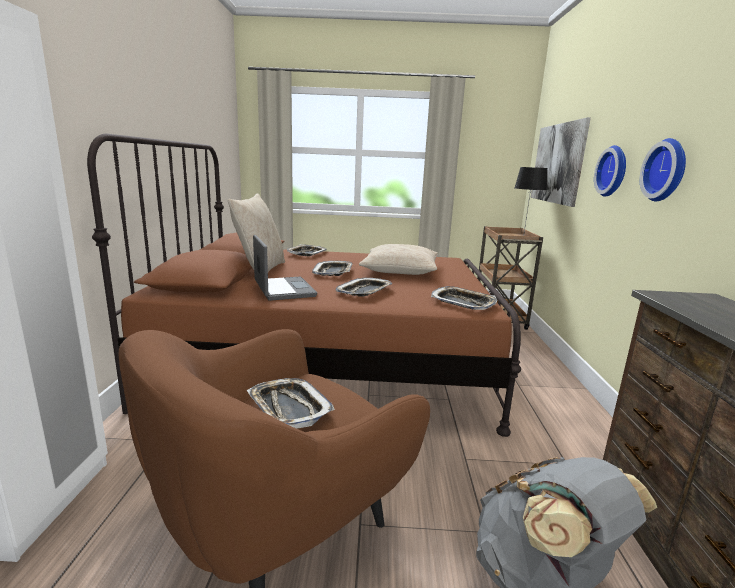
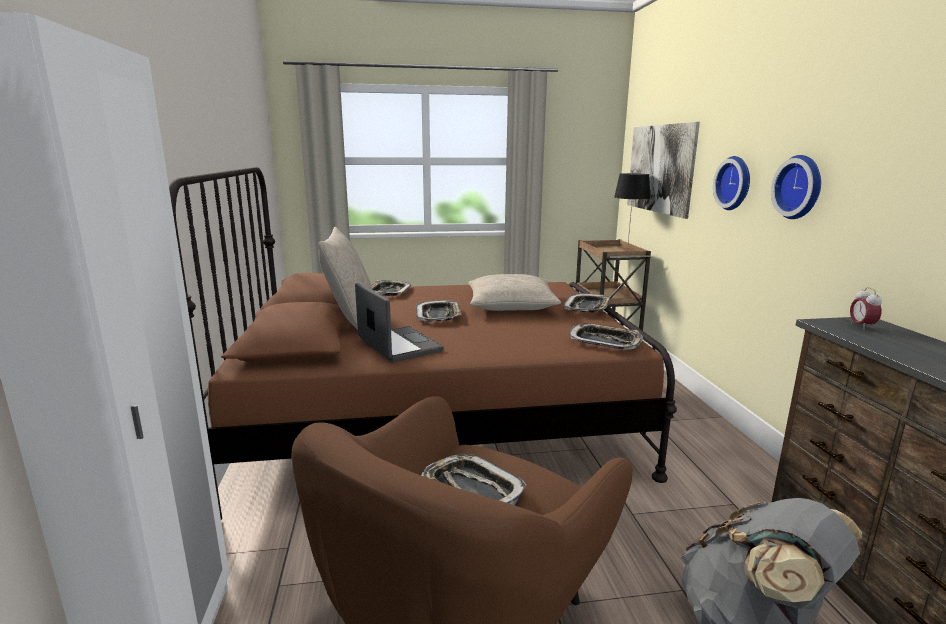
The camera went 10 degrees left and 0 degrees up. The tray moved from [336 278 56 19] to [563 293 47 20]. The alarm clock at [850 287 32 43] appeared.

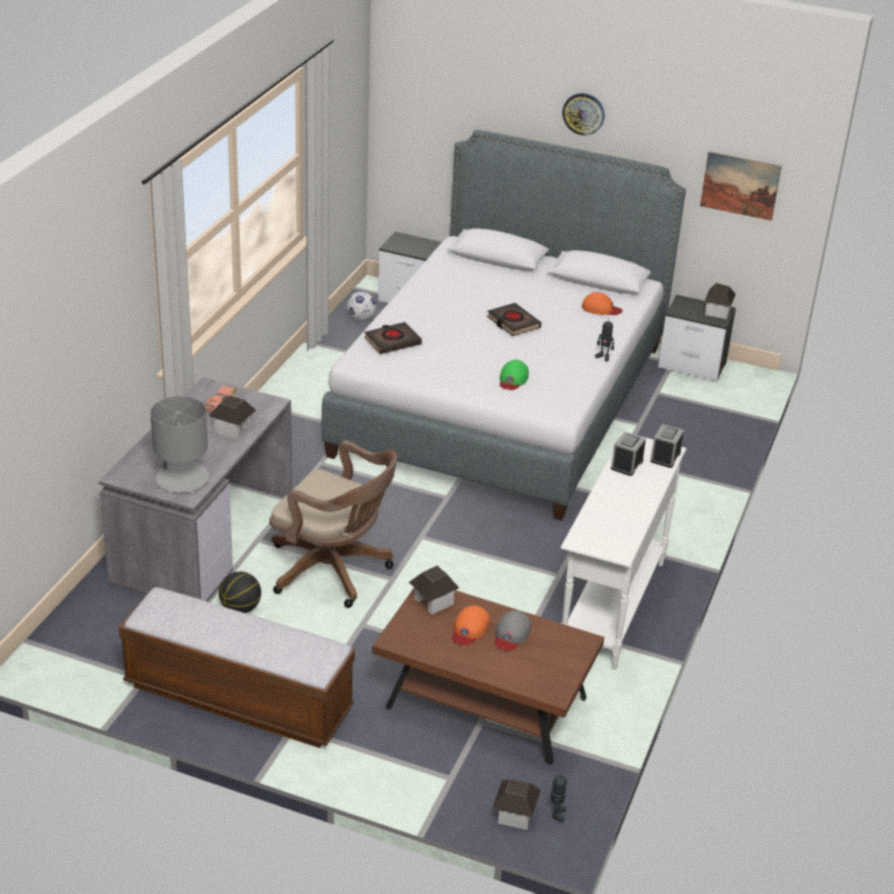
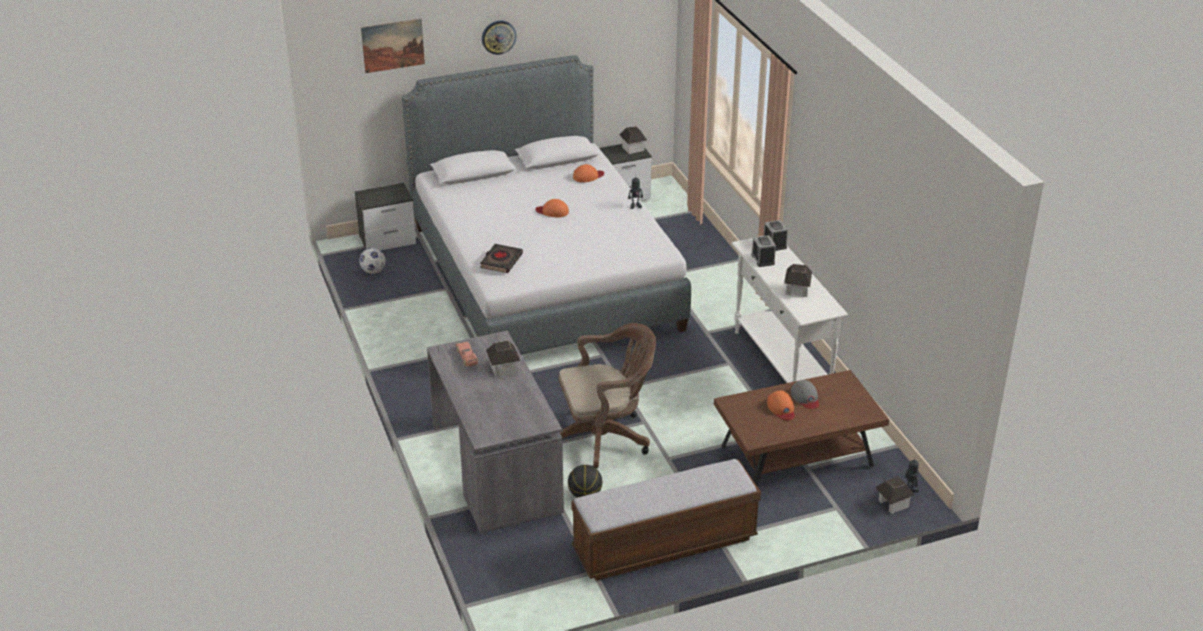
The camera went 40 degrees left and 0 degrees up. The picture moved from [700 152 82 69] to [361 19 64 54]. The black book at [487 303 55 33] was replaced by the orange cap at [535 199 34 18]. The toy house moved from [409 566 50 48] to [784 264 28 33]. The grey table lamp at [150 396 60 98] disappeared. The green cap at [500 360 29 30] disappeared.

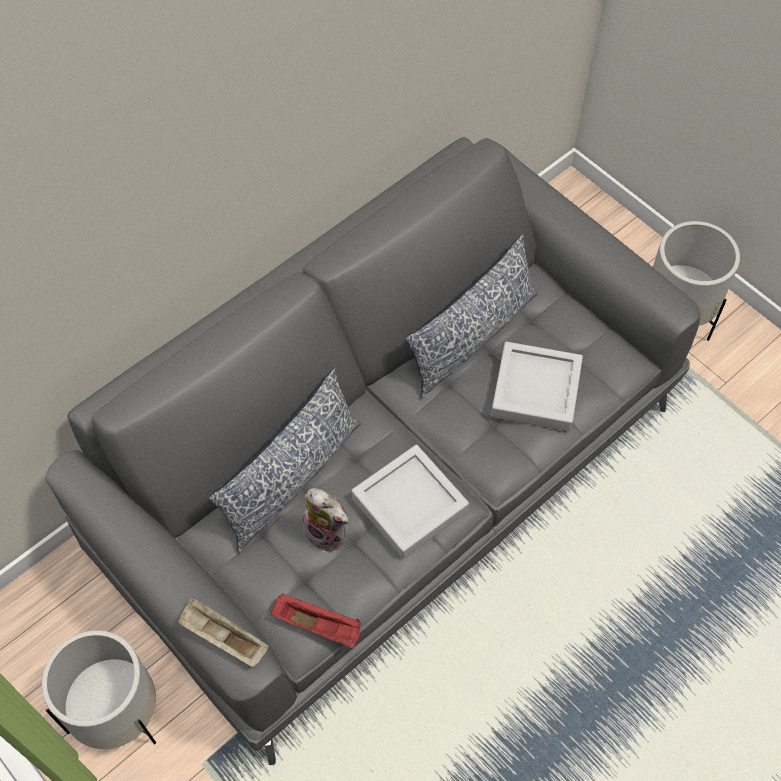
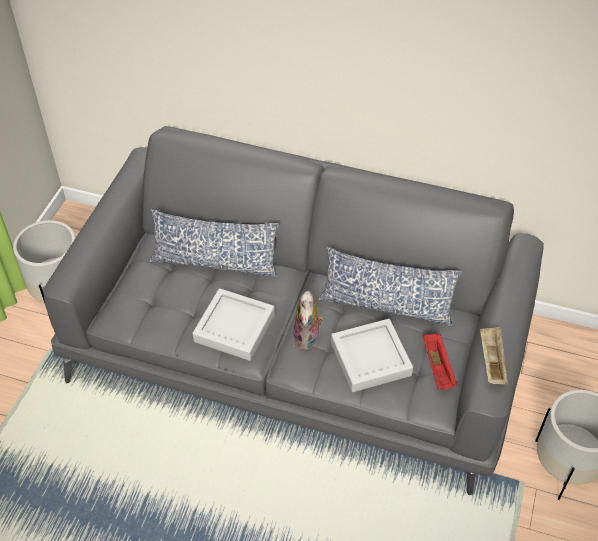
The camera went 60 degrees right and 10 degrees down. The plush toy moved from [303 488 46 65] to [293 291 31 59]. The red tray moved from [271 594 90 54] to [423 333 34 57]. The beige tray moved from [178 597 91 70] to [480 327 28 58].

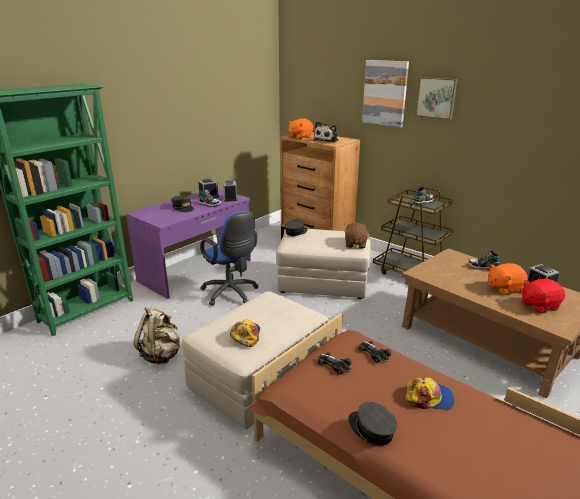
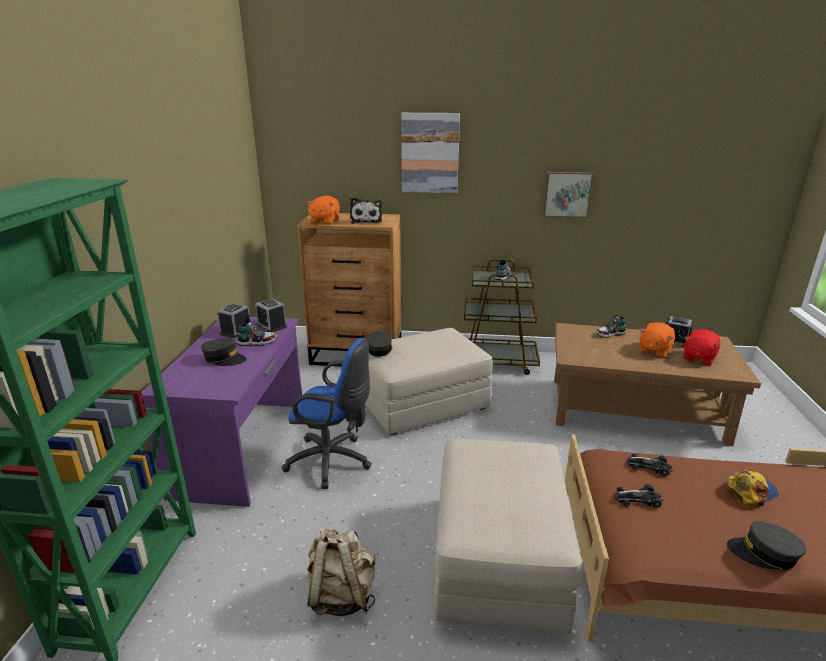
The camera went 35 degrees left and 0 degrees up. The picture moved from [415 77 43 43] to [543 172 51 46]. The cap at [230 320 30 27] disappeared. The brown plush toy at [344 223 25 25] disappeared.

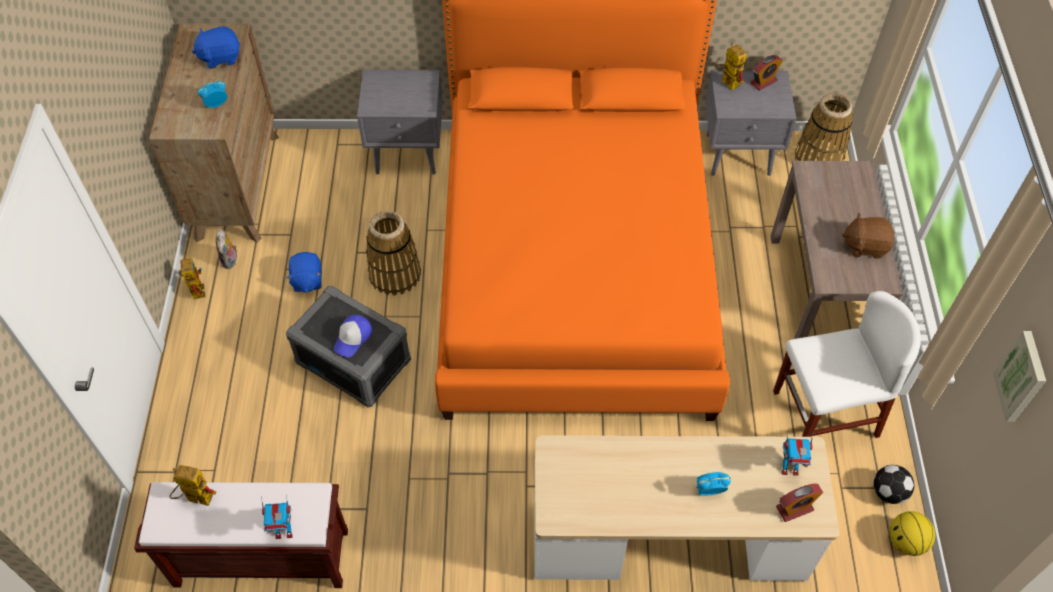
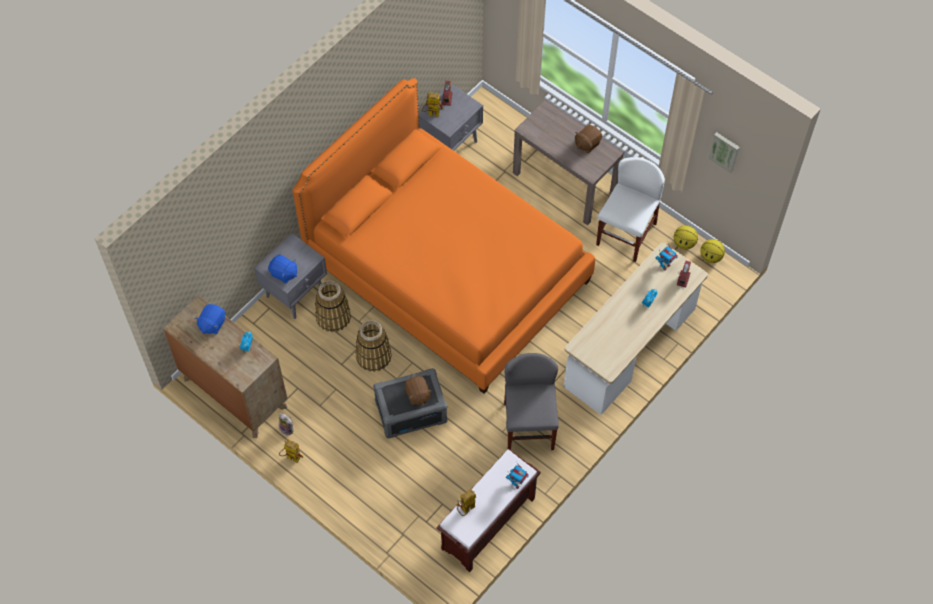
The camera went 50 degrees left and 5 degrees up. The blue plush toy moved from [286 252 36 41] to [268 255 29 28]. The basket moved from [795 93 58 68] to [315 280 36 52]. The cap at [333 315 39 42] was replaced by the brown plush toy at [405 376 27 29]. The grey chair at [504 353 55 97] appeared. The football at [873 465 41 39] was replaced by the basketball at [674 225 24 24].

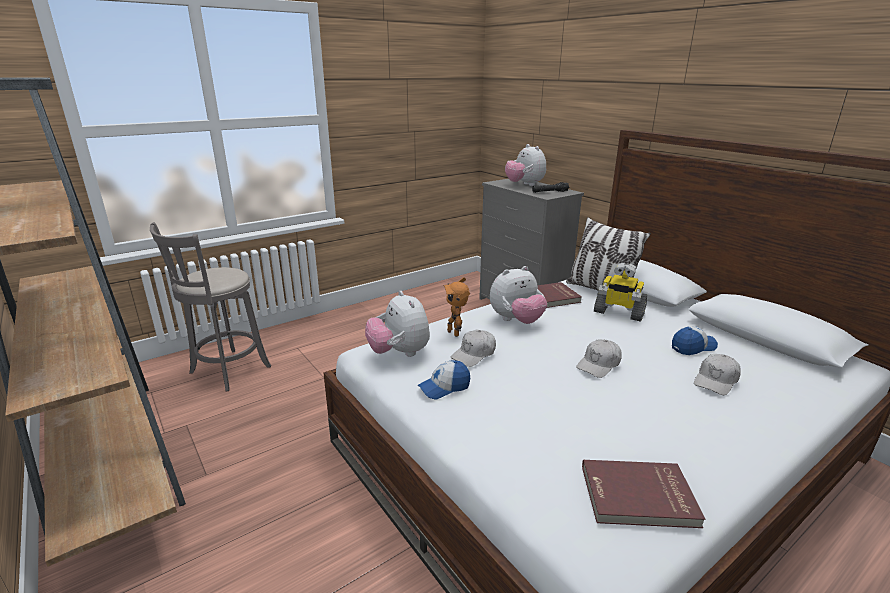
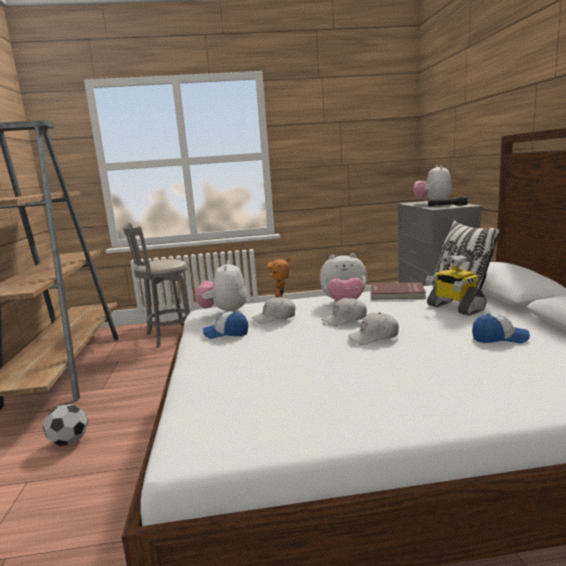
The camera went 30 degrees right and 10 degrees down. The football at [43 404 45 42] appeared. The white cap moved from [694 354 47 41] to [322 297 45 29]. The red book at [582 460 124 68] disappeared.

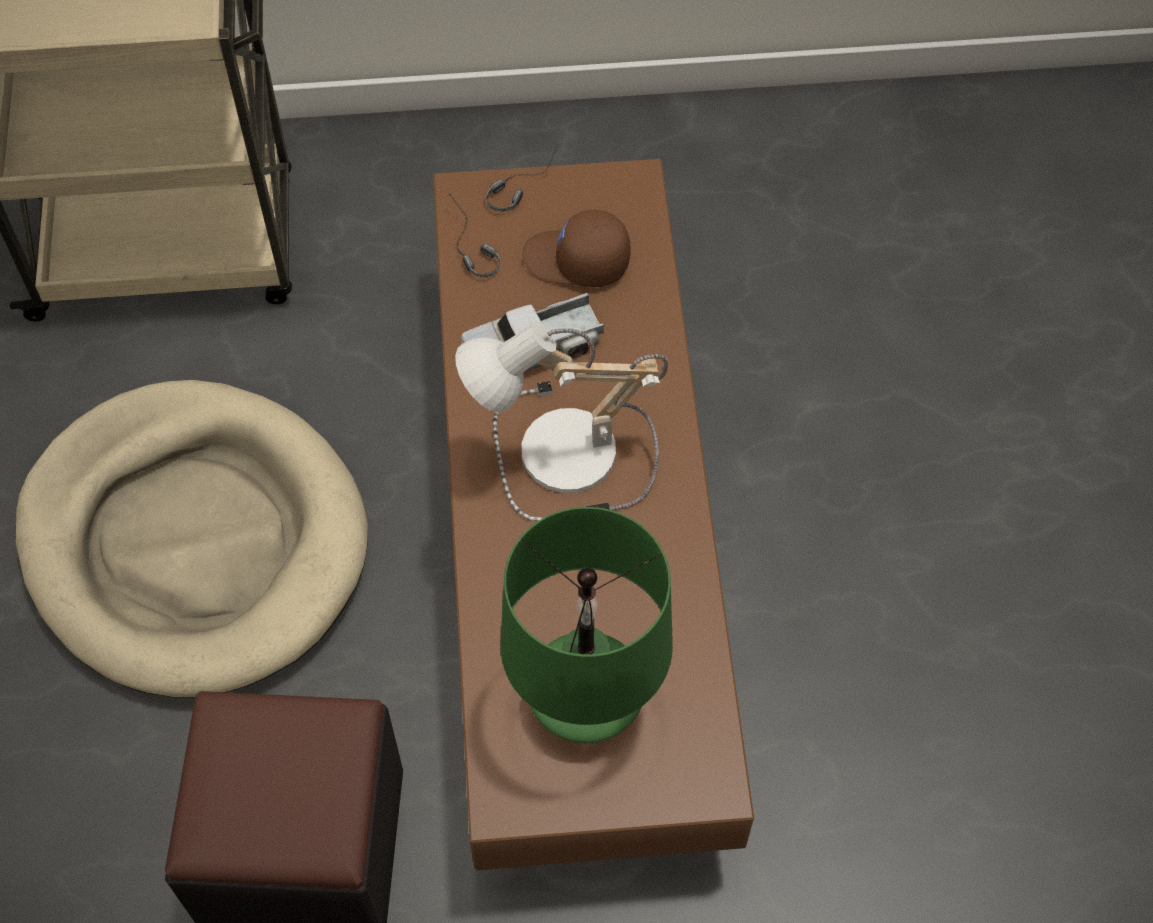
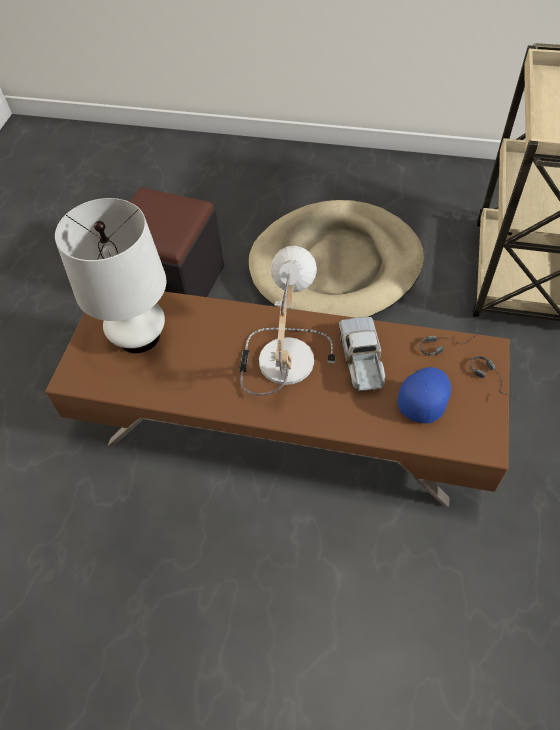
The camera went 110 degrees right and 5 degrees down. The green table lamp at [500 507 173 236] became the white table lamp at [55 198 111 156]. The brown cap at [522 210 109 77] became the blue cap at [397 367 54 57].

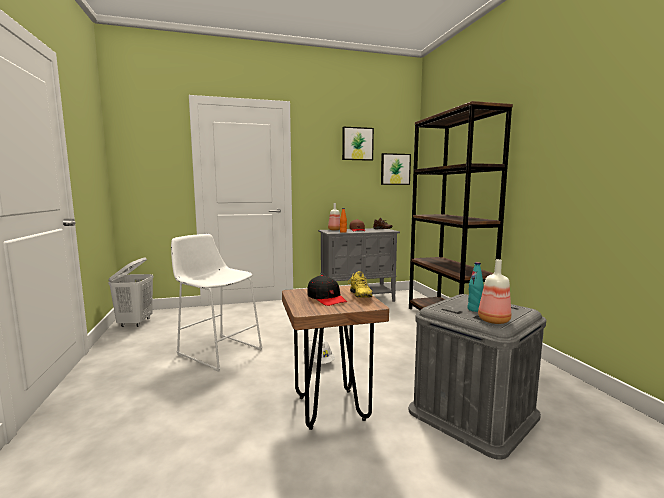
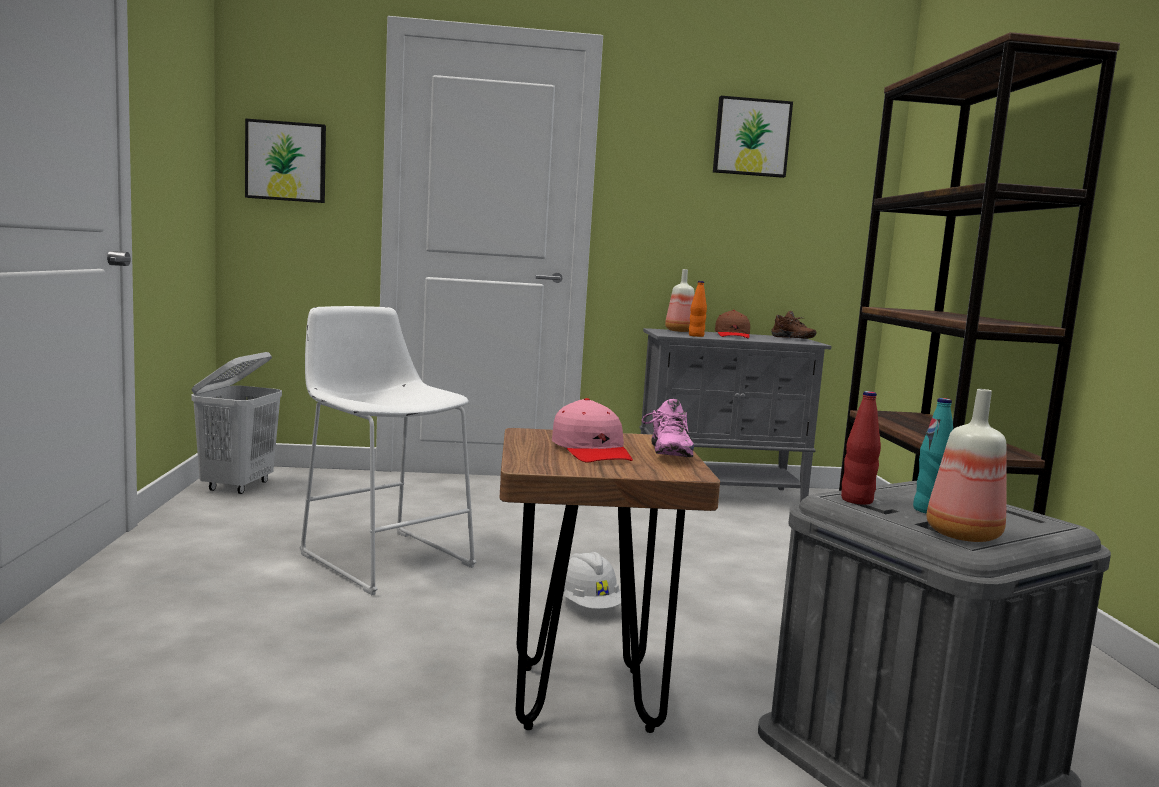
The camera went 10 degrees right and 0 degrees up. The picture moved from [381 153 30 32] to [245 118 81 85]. The black cap at [307 275 40 31] became the pink cap at [552 398 81 65]. The yellow shoe at [348 271 24 27] became the pink shoe at [642 399 52 58]. The red bottle at [841 391 40 114] appeared.

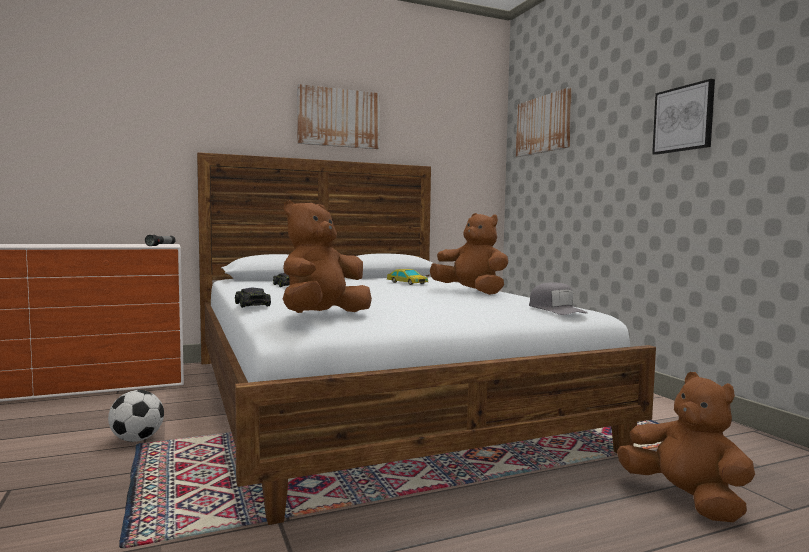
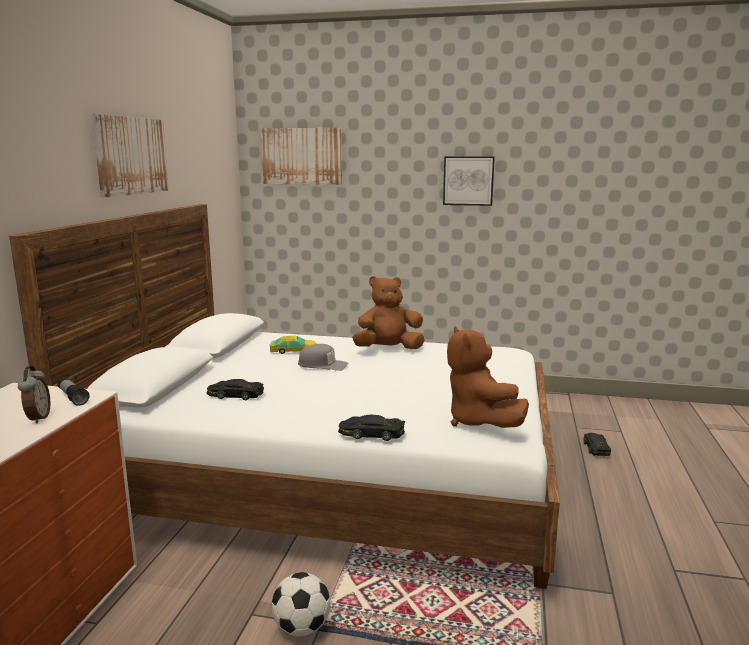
The camera went 55 degrees left and 10 degrees up. The alarm clock at [18 366 33 58] appeared. The grey cap moved from [529 282 59 33] to [298 344 51 27]. The brown plush toy at [617 372 138 150] was replaced by the black toy car at [583 433 28 23].

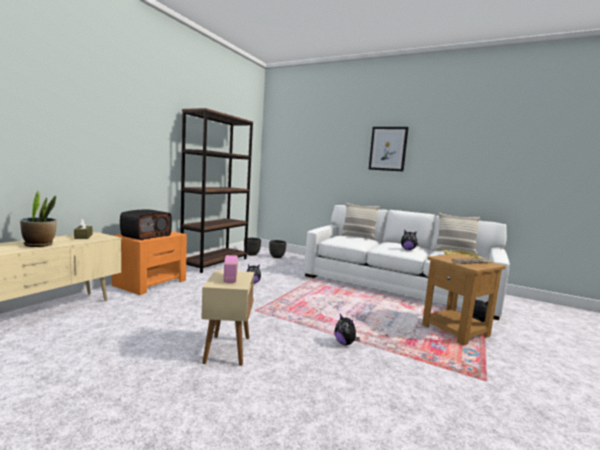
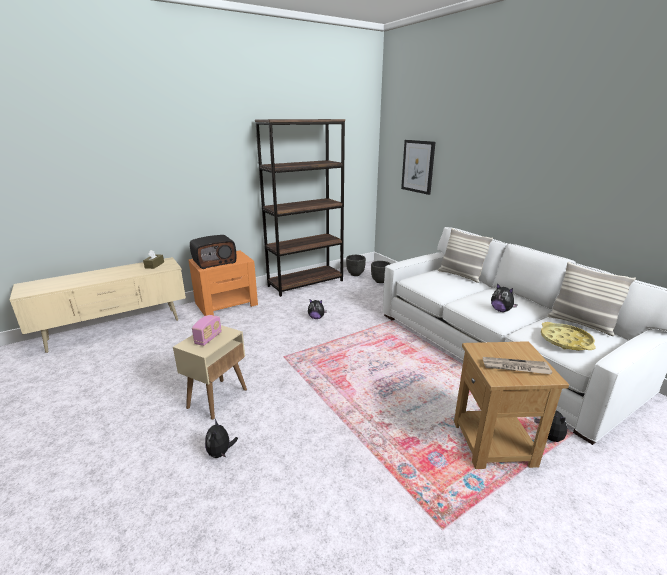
The camera went 30 degrees right and 15 degrees up. The plush toy moved from [334 314 26 31] to [205 419 33 39]. The picture moved from [369 127 40 45] to [401 140 34 55]. The potted plant at [20 191 37 56] disappeared.

